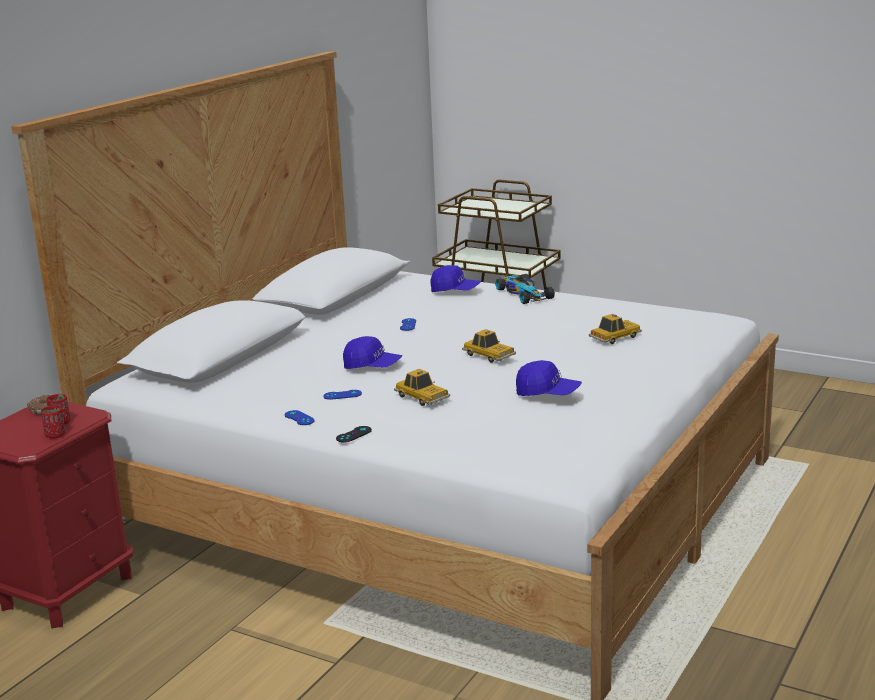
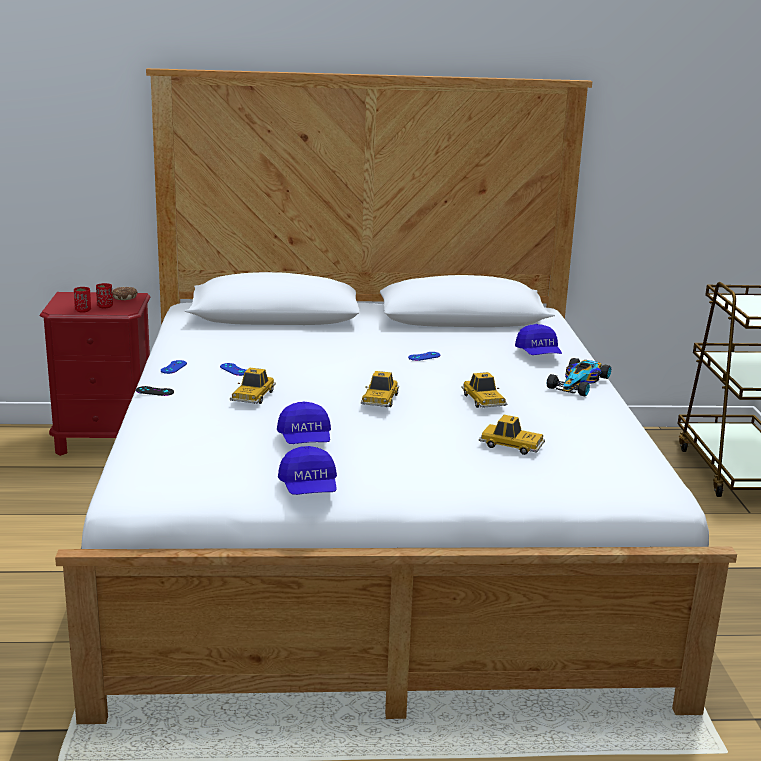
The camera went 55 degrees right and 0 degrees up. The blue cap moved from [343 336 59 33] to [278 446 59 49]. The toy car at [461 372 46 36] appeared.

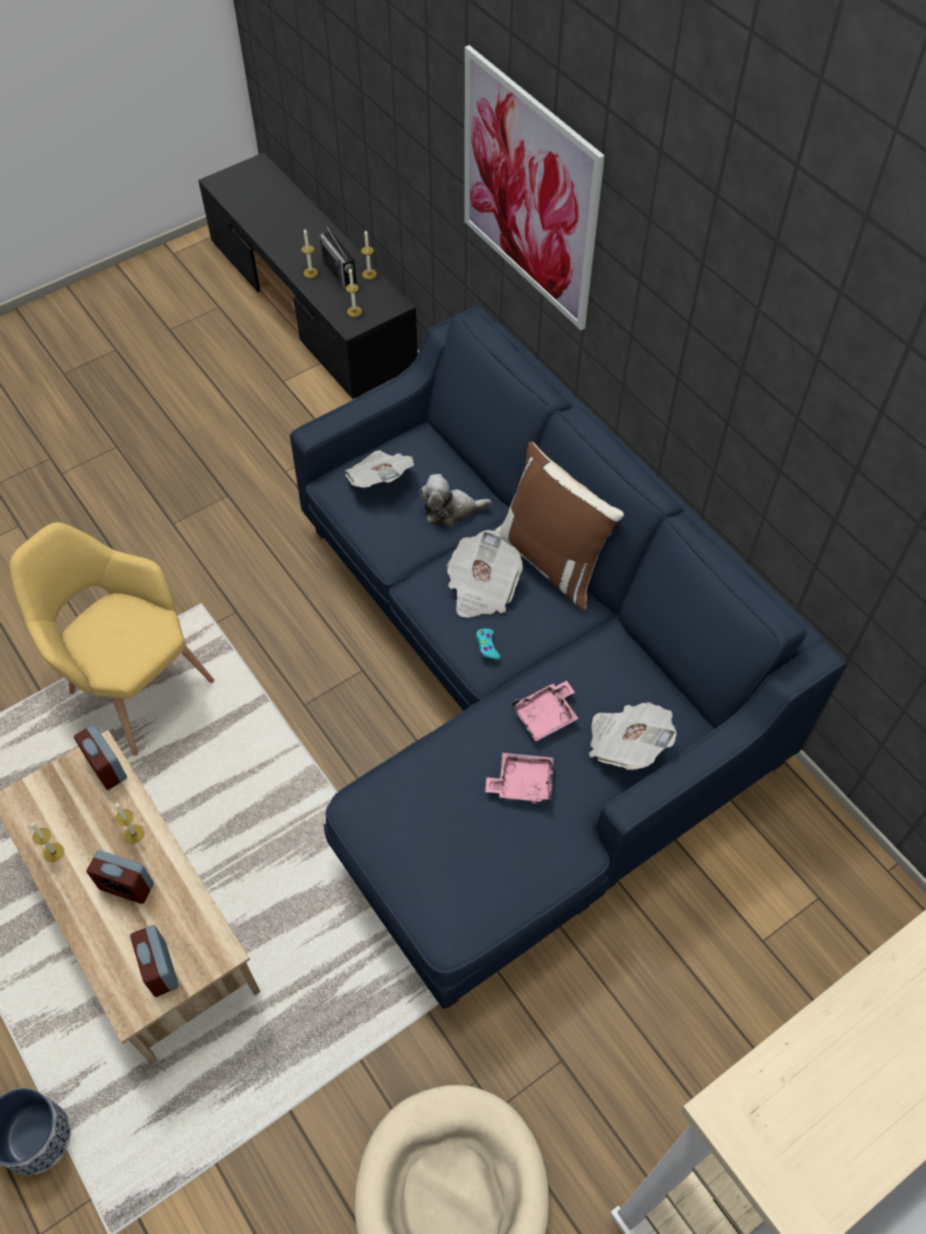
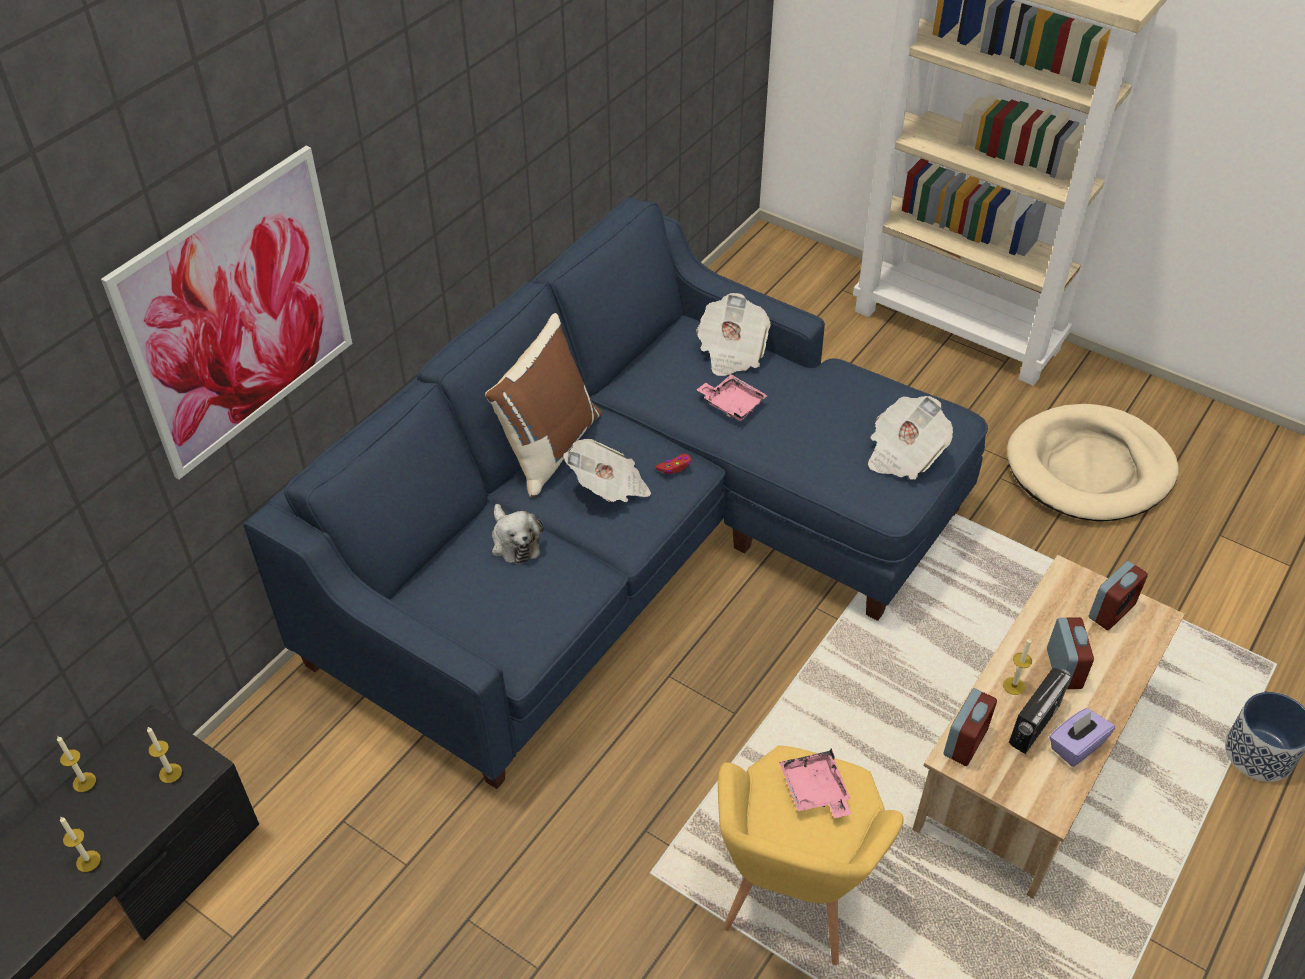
The camera went 110 degrees left and 10 degrees down. The turquoise game controller at [476 628 24 32] became the red game controller at [655 454 37 20]. The pink tray moved from [485 753 69 51] to [779 748 72 70]. The newspaper moved from [345 450 69 38] to [868 396 85 84]. The radio moved from [319 224 38 67] to [1009 668 62 86]. The candle at [30 822 34 40] was replaced by the purple tissue box at [1049 708 66 59].

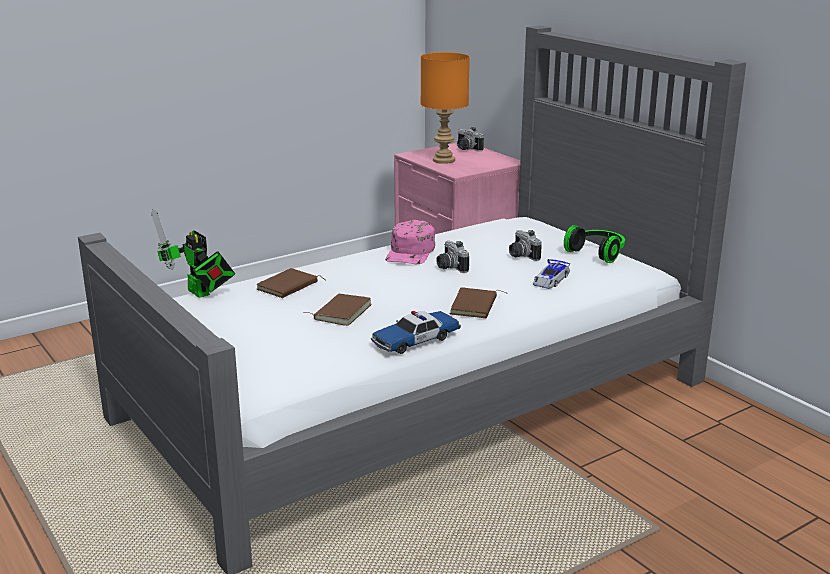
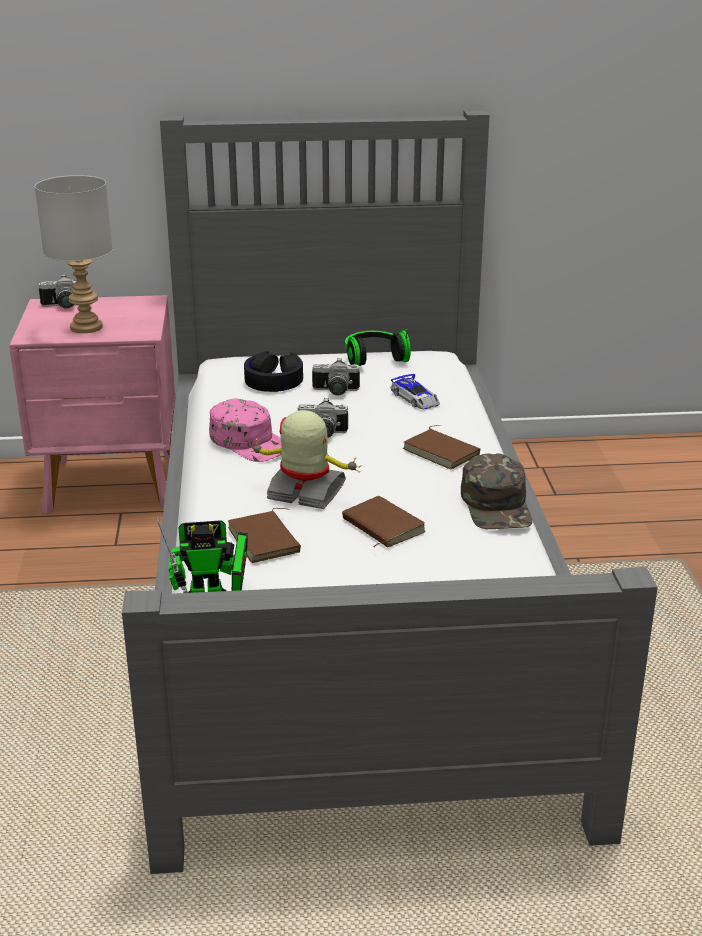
The camera went 60 degrees left and 5 degrees up. The orange table lamp at [421 52 49 112] became the grey table lamp at [35 175 78 158]. The black headphones at [244 351 59 41] appeared. The toy robot at [249 410 113 99] appeared. The toy car at [371 311 90 43] was replaced by the green cap at [461 453 72 76].

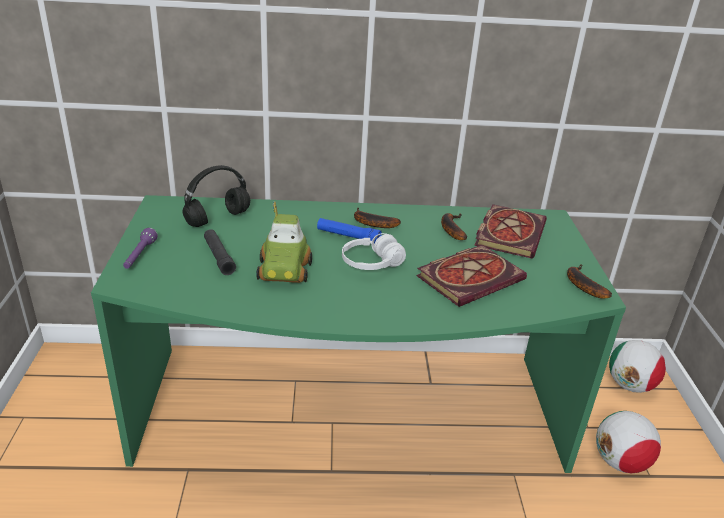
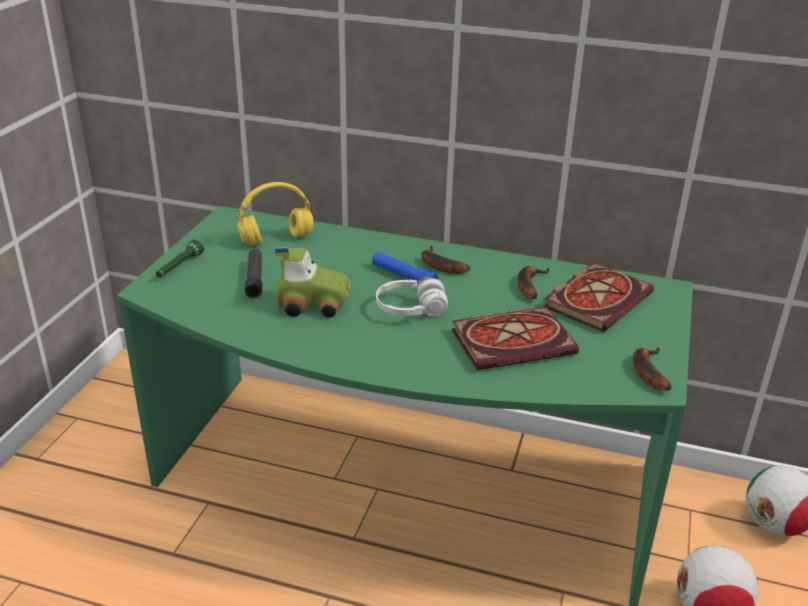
The camera went 20 degrees right and 0 degrees up. The purple flashlight at [123 228 35 41] became the green flashlight at [156 239 49 38]. The black headphones at [182 165 68 62] became the yellow headphones at [237 182 77 63]. The toy car at [256 201 56 82] turned 105 degrees counterclockwise.

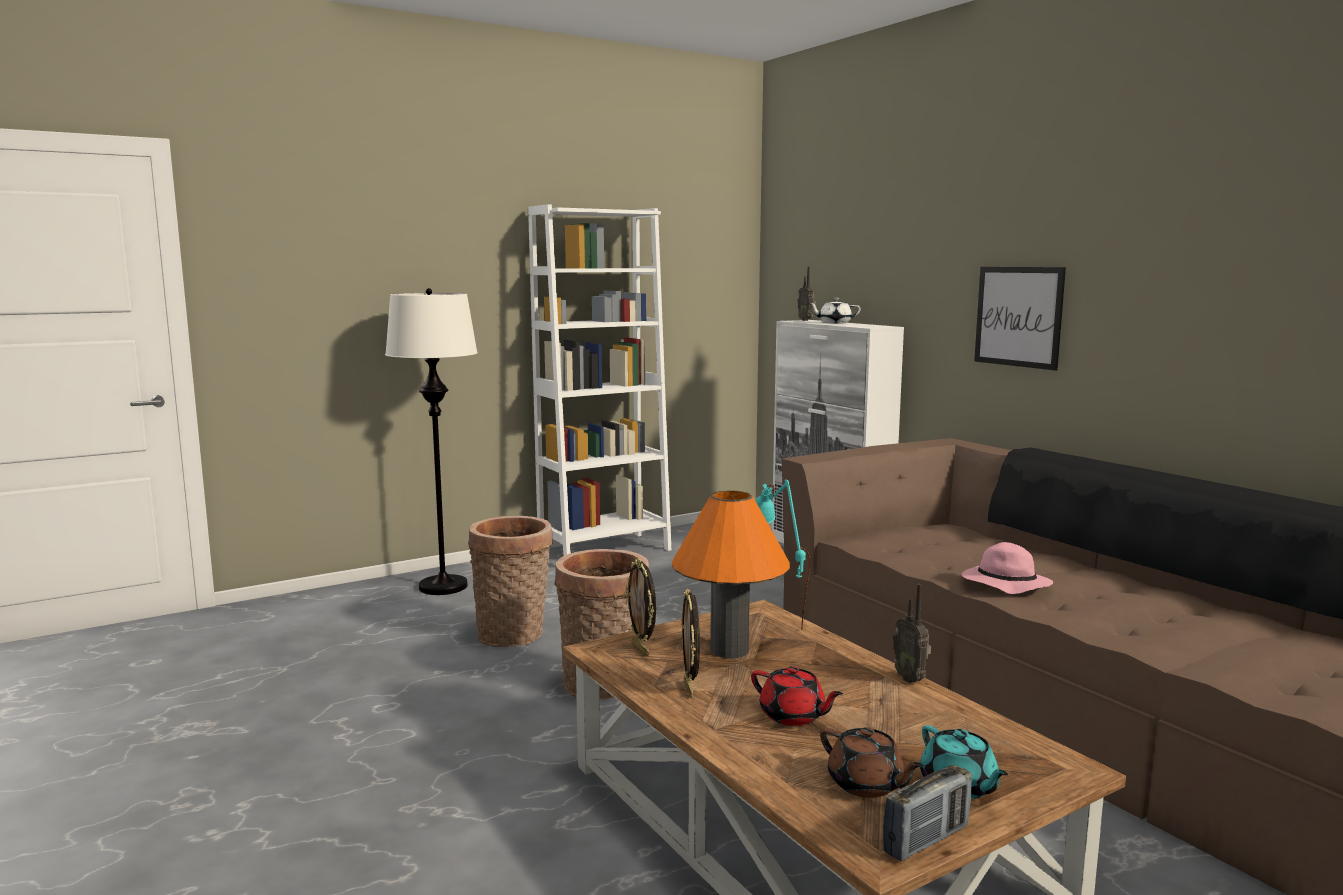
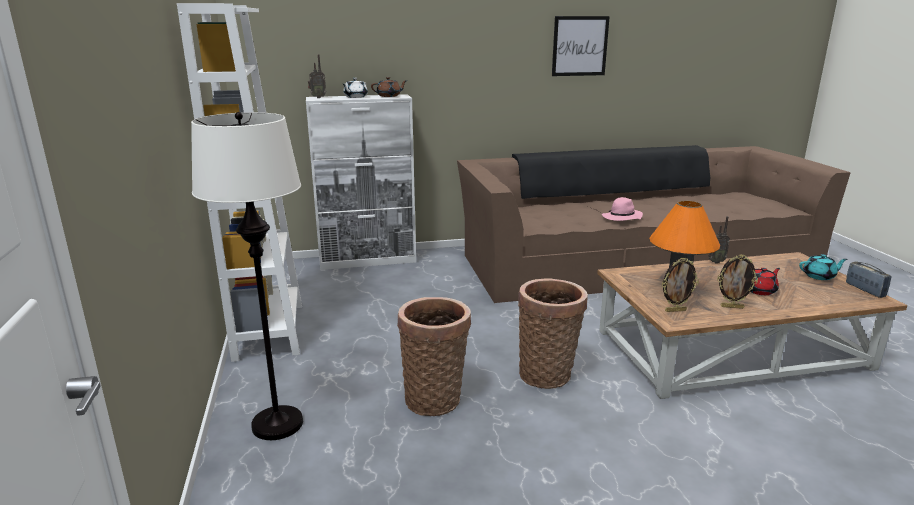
The camera went 70 degrees left and 10 degrees up. The brown teapot moved from [820 727 104 71] to [371 77 37 20]. The picture moved from [974 267 92 104] to [552 16 58 60]. The turquoise table lamp at [755 480 55 150] disappeared.

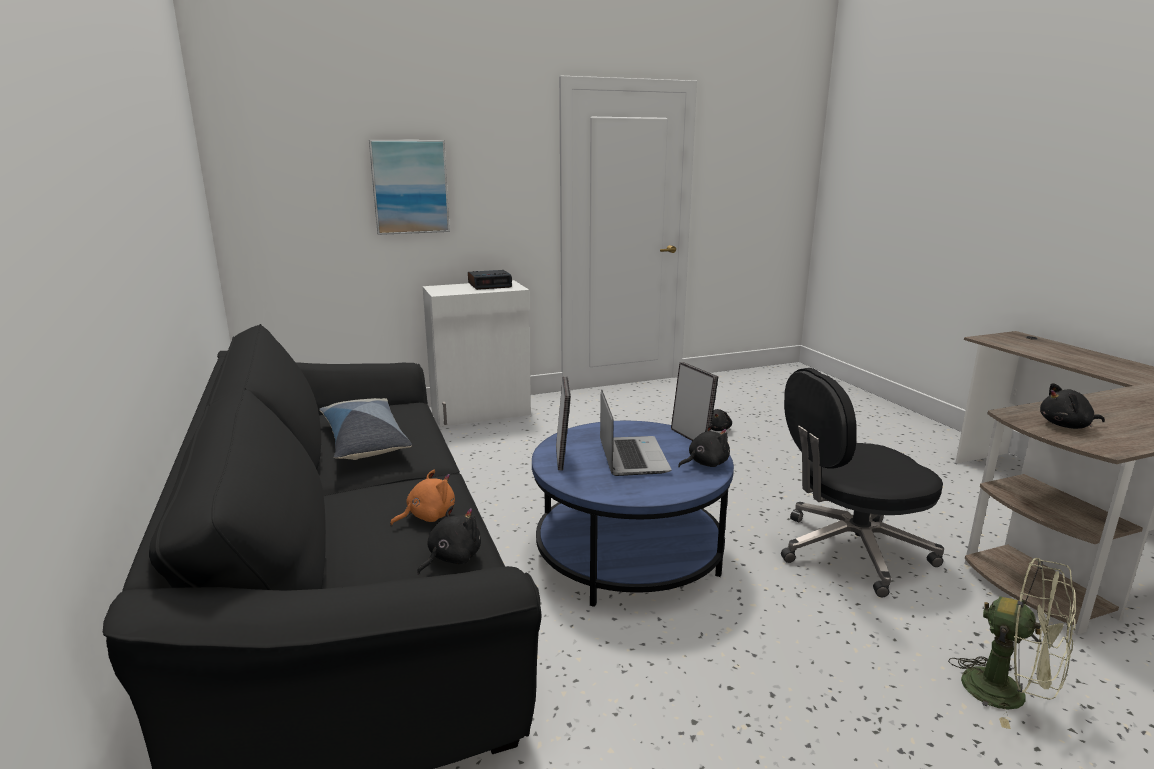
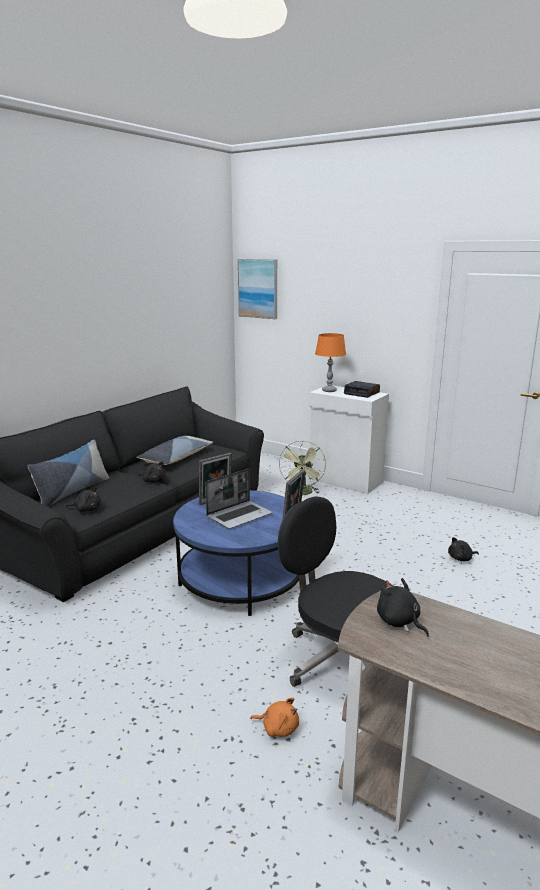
The camera went 55 degrees right and 0 degrees up. The pillow at [28 440 81 67] appeared. The black plush toy moved from [678 424 52 43] to [138 462 28 21]. The picture moved from [369 140 81 95] to [238 259 39 60]. The orange plush toy moved from [390 469 65 57] to [250 698 49 39]. The green fan moved from [948 558 128 171] to [279 441 47 54]. The orange table lamp at [315 333 31 59] appeared.

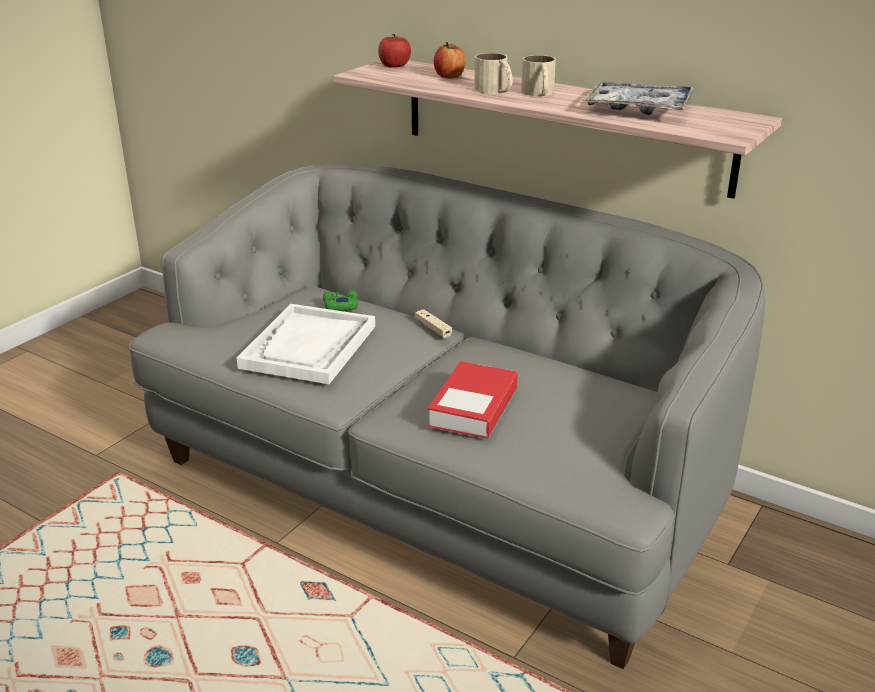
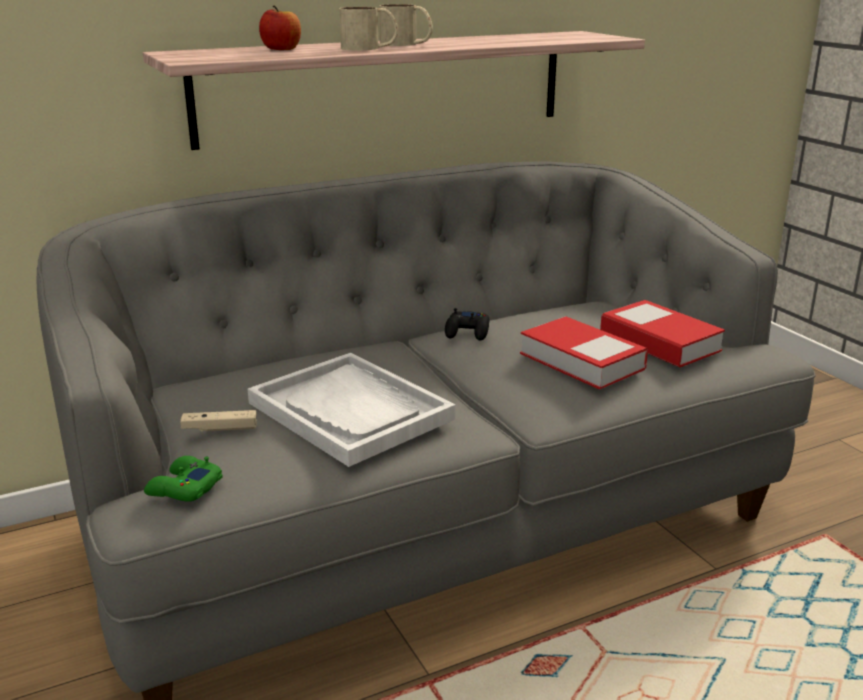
The camera went 60 degrees left and 5 degrees down. The green game controller moved from [323 290 35 21] to [144 456 79 46]. The beige game controller moved from [415 309 37 29] to [180 410 77 22]. The black game controller at [445 308 44 33] appeared. The book at [600 300 125 67] appeared. The apple at [378 34 33 34] disappeared. The tray at [582 81 114 34] disappeared.

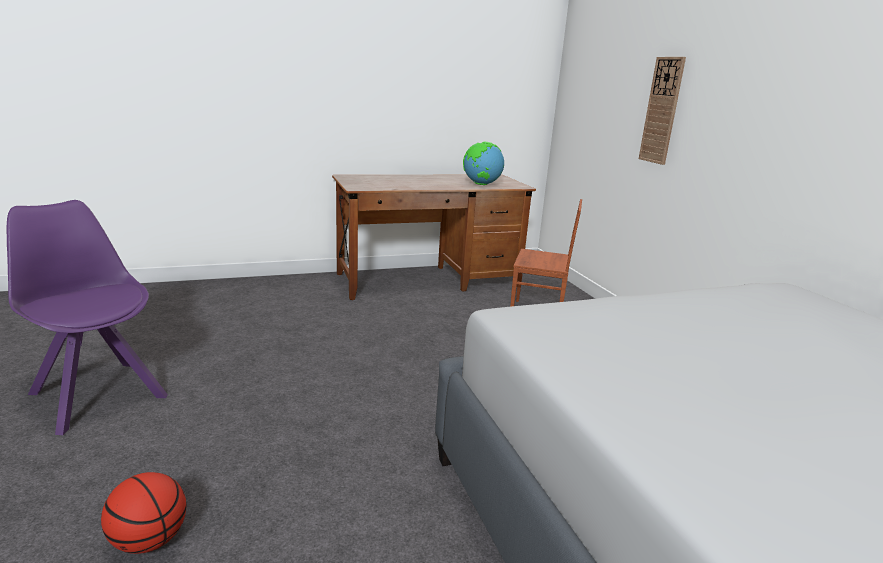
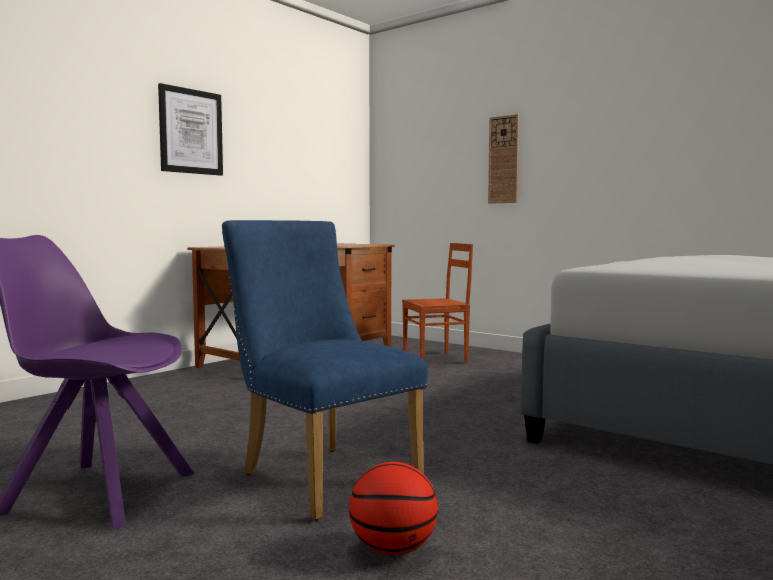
The camera went 30 degrees left and 15 degrees down. The picture at [158 83 65 93] appeared. The blue chair at [222 220 206 300] appeared. The globe at [463 142 41 43] disappeared.

